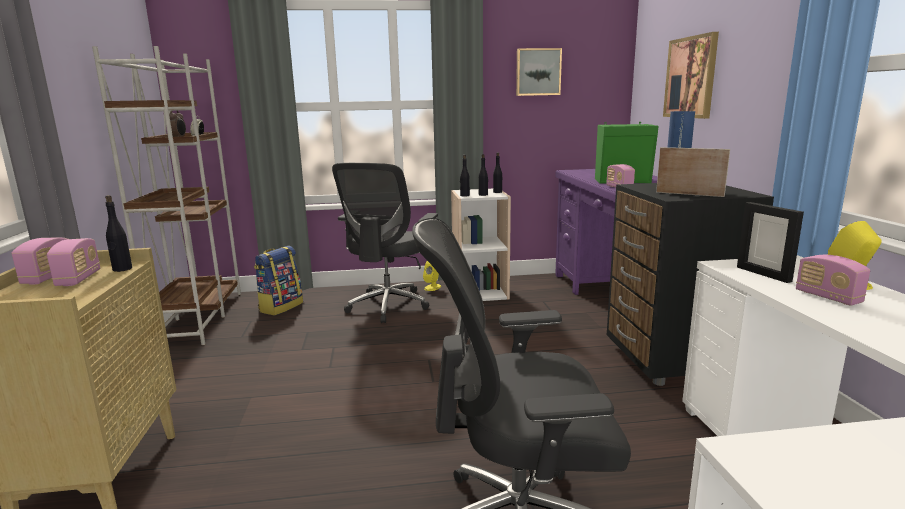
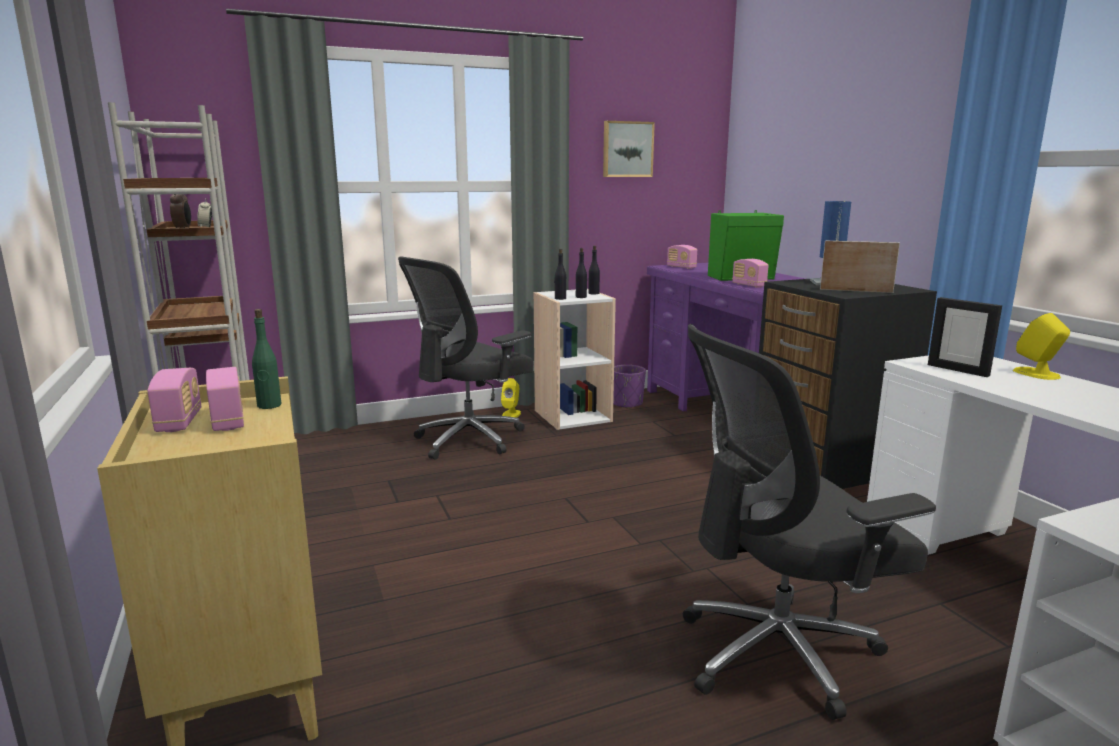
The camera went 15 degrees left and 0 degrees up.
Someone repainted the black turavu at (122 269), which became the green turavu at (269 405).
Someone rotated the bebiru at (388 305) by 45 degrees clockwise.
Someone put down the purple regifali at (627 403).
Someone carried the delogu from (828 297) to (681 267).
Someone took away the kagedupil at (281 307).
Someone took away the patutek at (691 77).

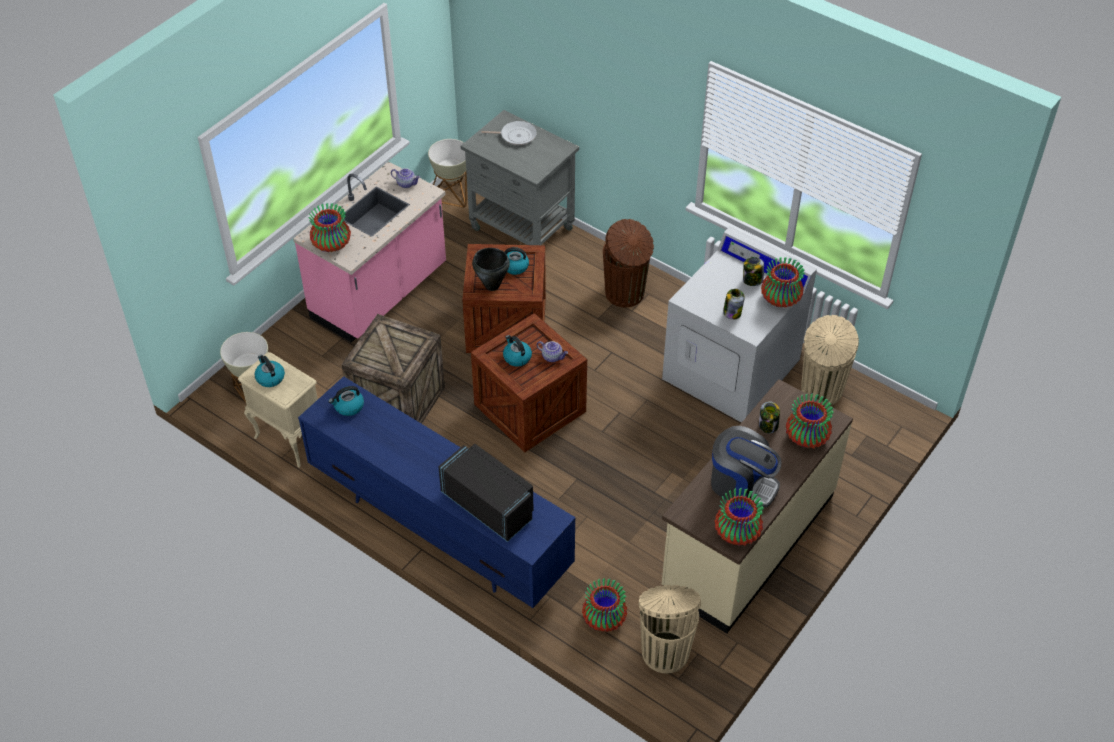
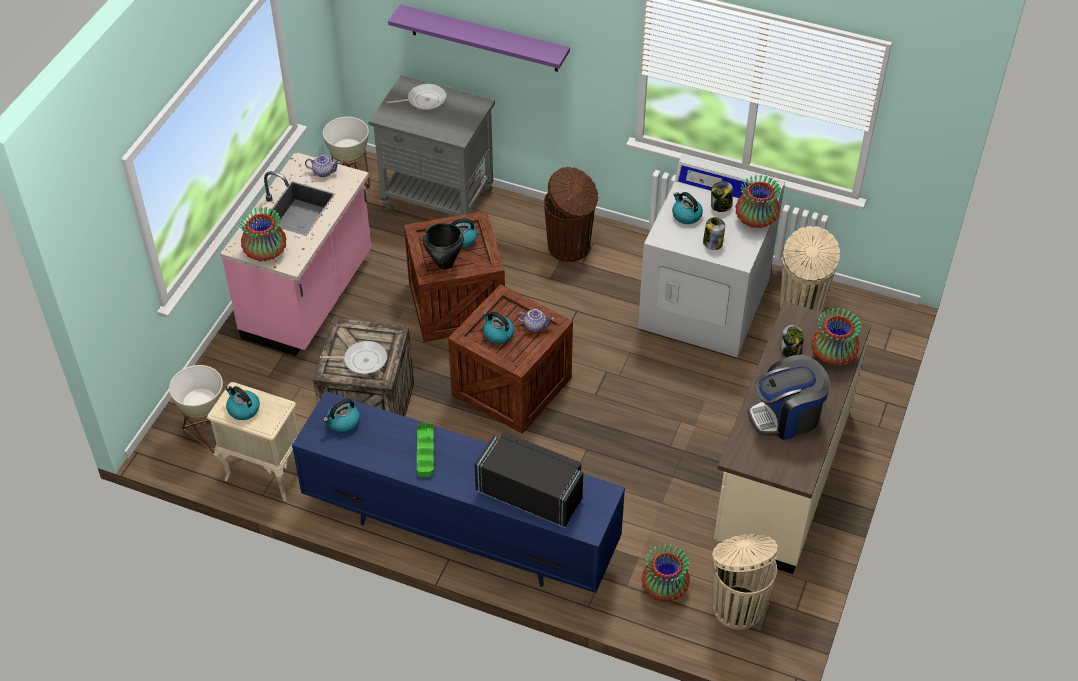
The camera went 15 degrees left and 0 degrees up.
Someone put down the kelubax at (362 360).
Someone put up the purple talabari at (484 38).
Someone put down the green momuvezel at (425 452).
Someone put down the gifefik at (686 215).
Someone rotated the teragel at (742 484) by 150 degrees clockwise.
Someone took away the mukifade at (737 532).

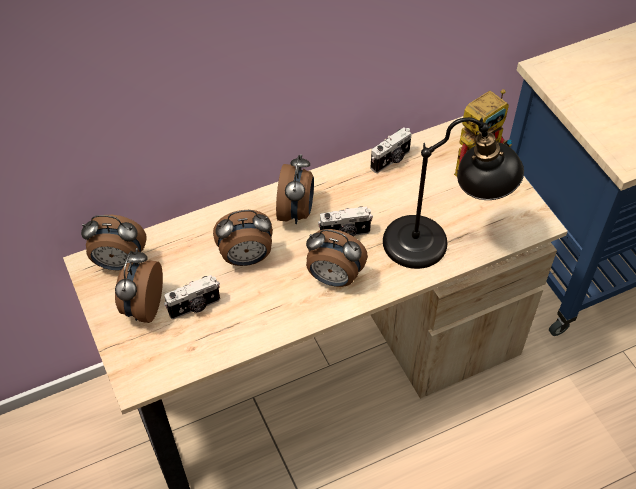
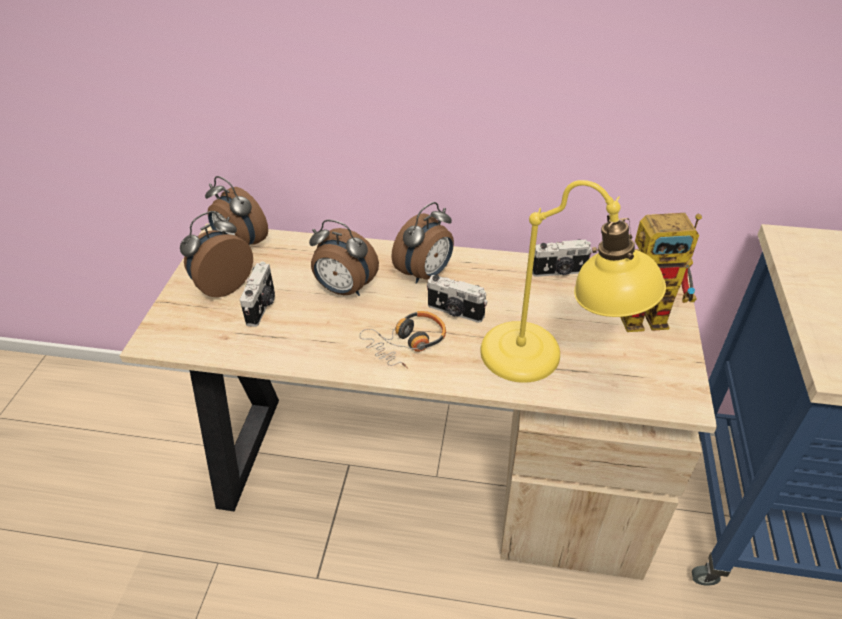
The camera went 35 degrees right and 10 degrees down.
Someone rotated the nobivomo at (195 307) by 90 degrees counterclockwise.
Someone swapped the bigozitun at (333 278) for the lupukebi at (407 344).
Someone repainted the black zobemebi at (443 237), which became the yellow zobemebi at (555 362).

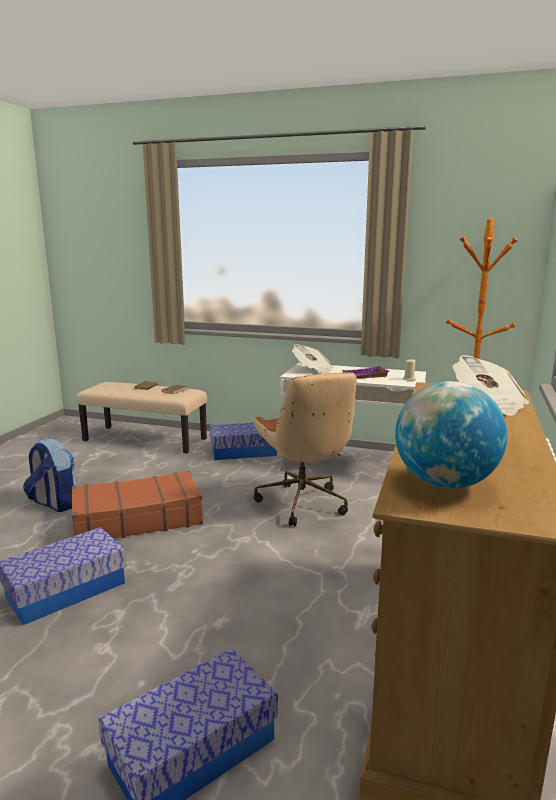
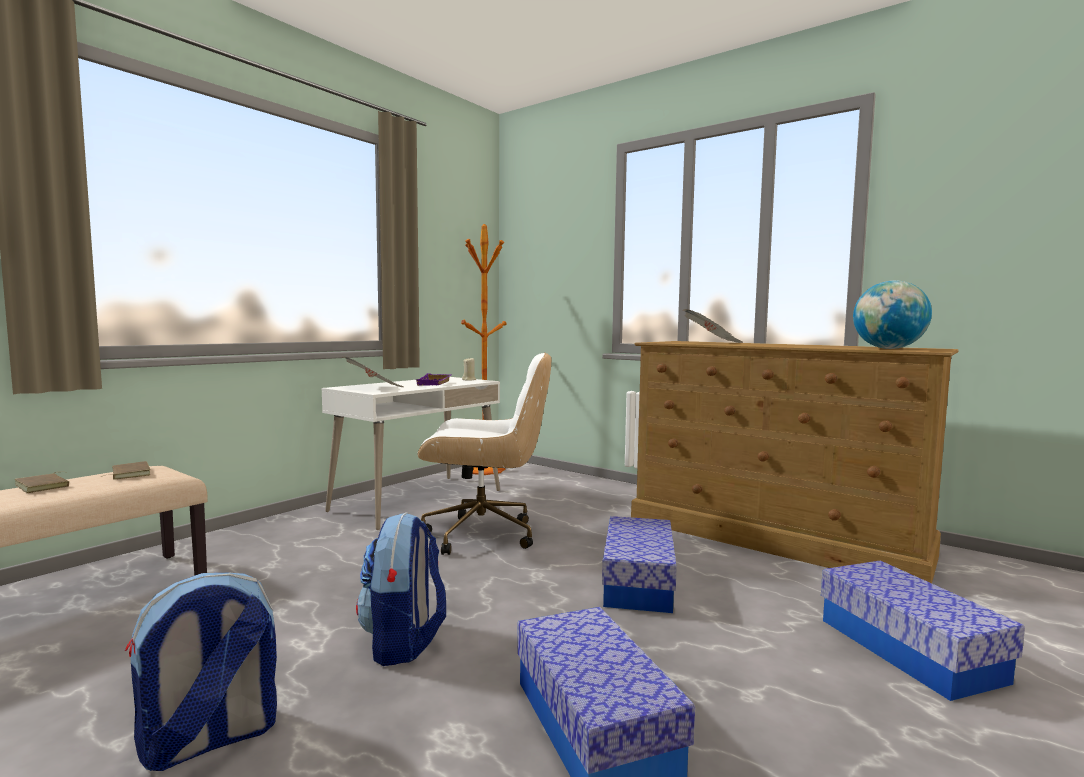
The camera went 70 degrees left and 10 degrees down.
Someone swapped the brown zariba at (137 519) for the kagedupil at (404 642).
Someone repainted the brown bebiru at (302 505), which became the white bebiru at (485 535).
Someone carried the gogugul from (243 452) to (638 582).

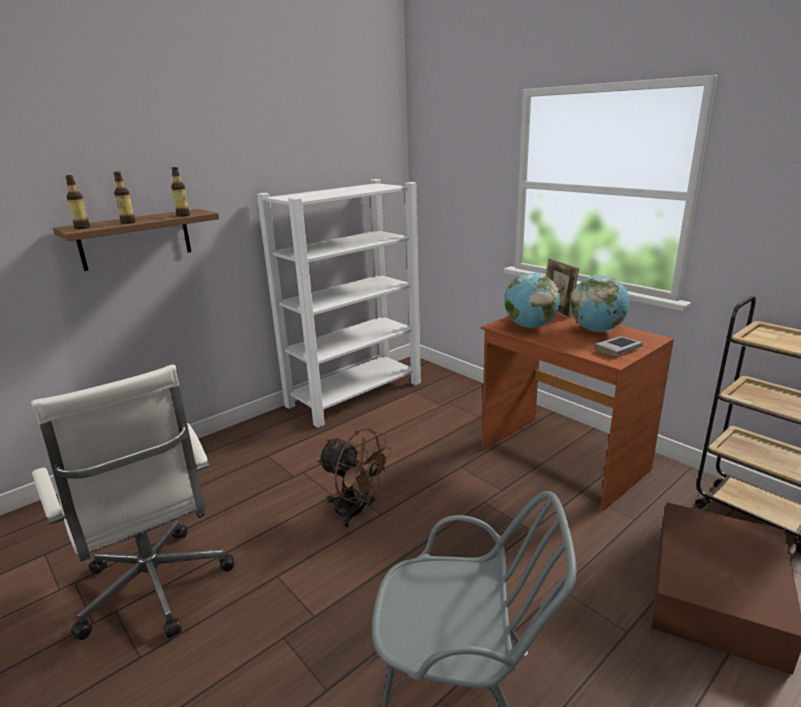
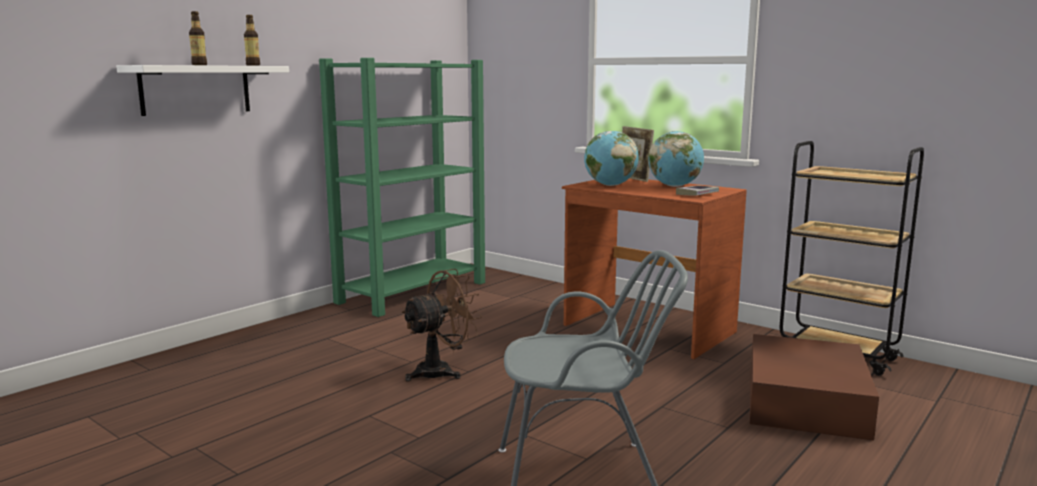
The camera went 10 degrees left and 10 degrees down.
Someone repainted the brown talabari at (135 239), which became the white talabari at (196 89).
Someone repainted the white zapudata at (355 394), which became the green zapudata at (412 292).
Someone rotated the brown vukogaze at (356 512) by 60 degrees counterclockwise.
Someone took away the white bebiru at (157 591).
Someone took away the turavu at (82 228).

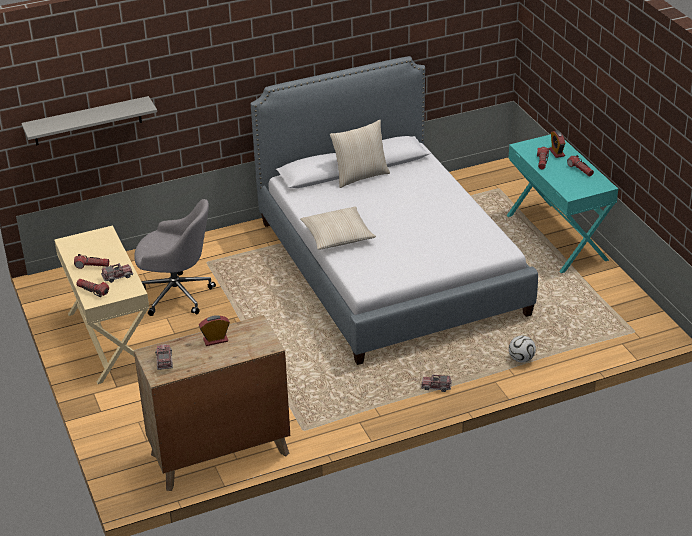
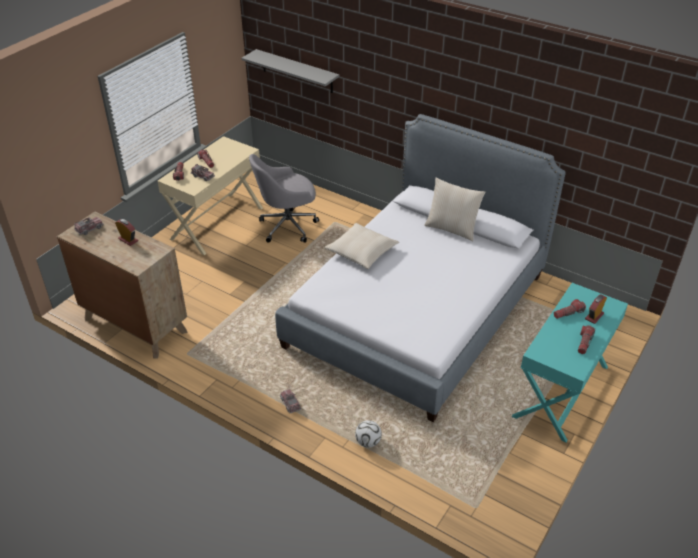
The camera went 55 degrees right and 5 degrees up.
Someone rotated the grey bebiru at (177 295) by 90 degrees clockwise.

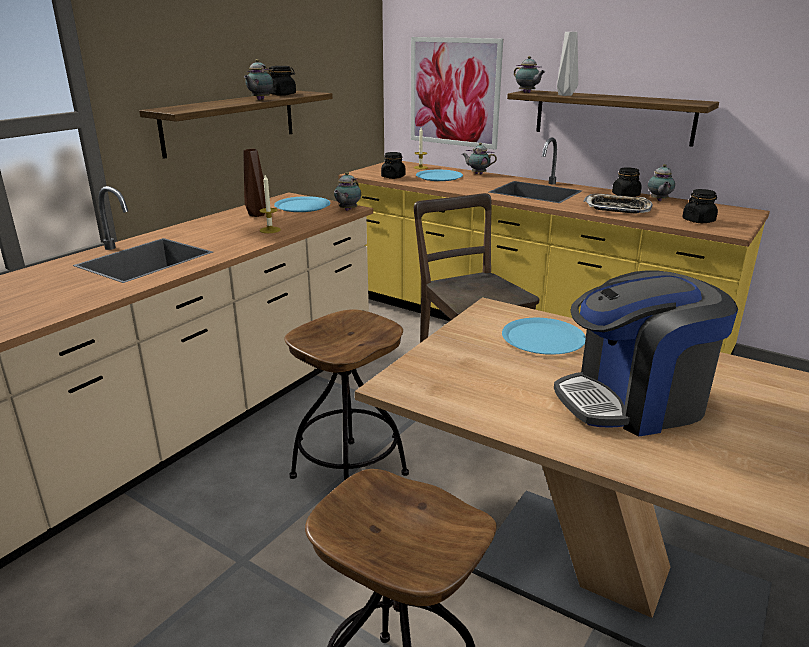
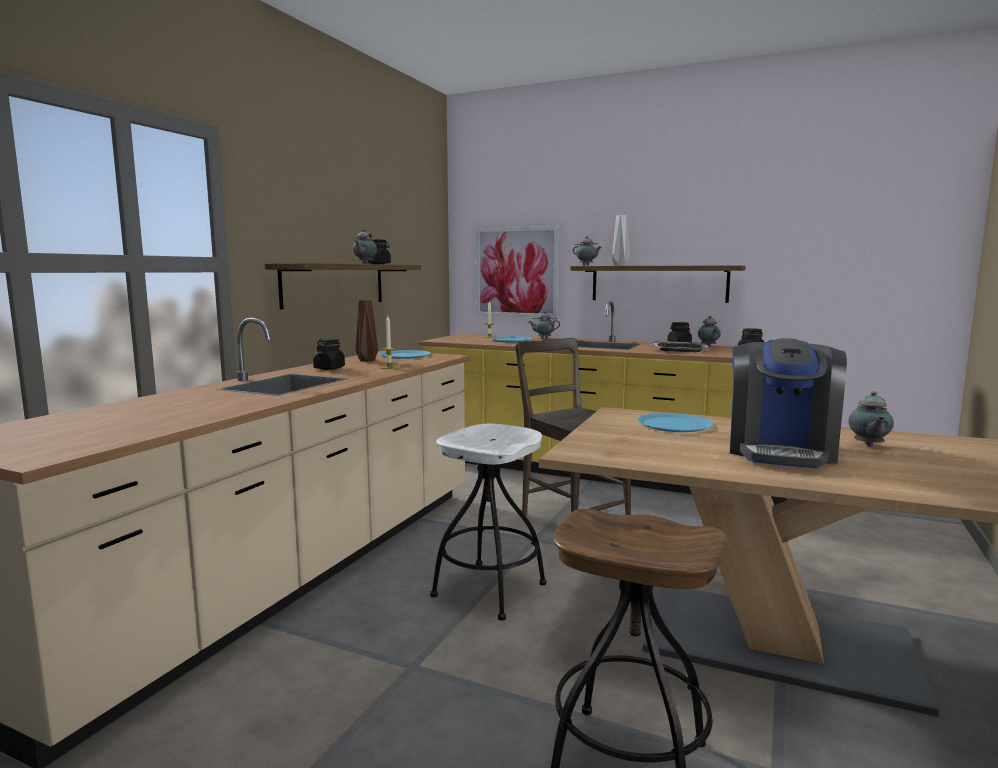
The camera went 10 degrees left and 15 degrees down.
Someone carried the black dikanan from (393 177) to (329 368).
Someone repainted the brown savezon at (350 474), which became the white savezon at (489 589).
Someone rotated the teragel at (633 401) by 45 degrees counterclockwise.
Someone carried the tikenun from (347 210) to (868 446).

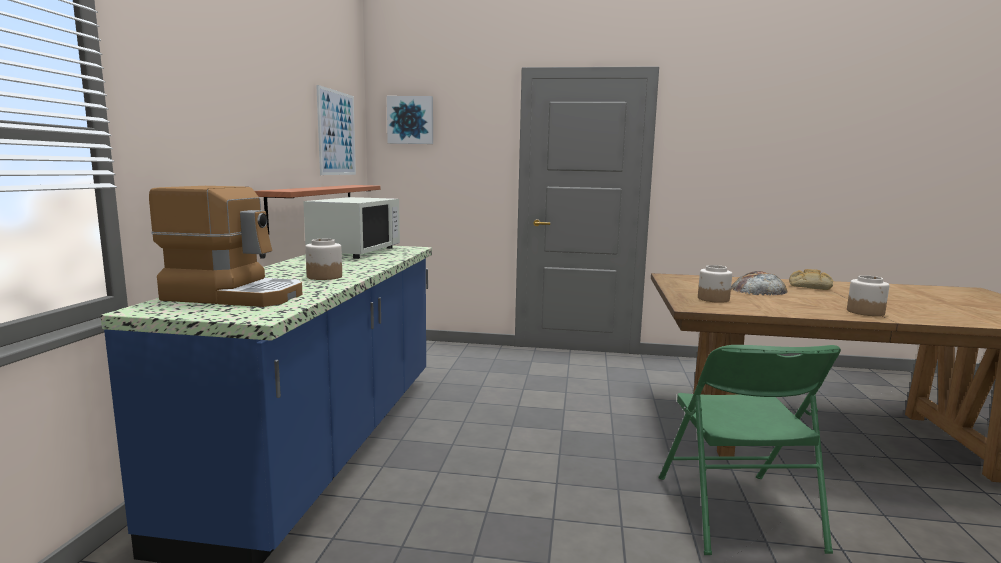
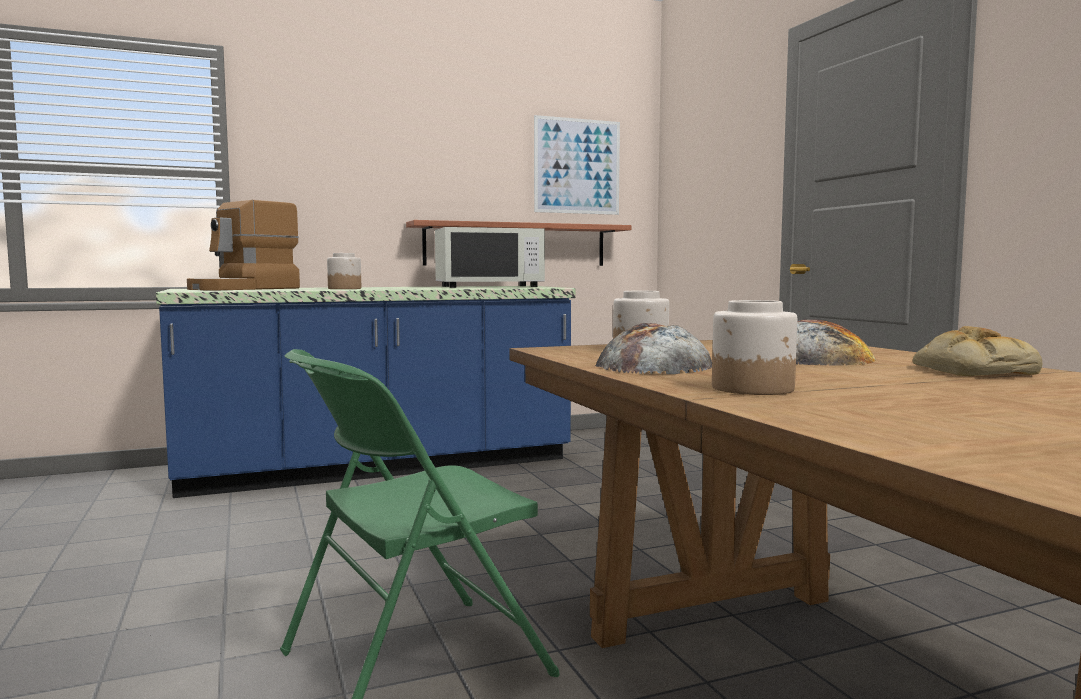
The camera went 60 degrees right and 5 degrees down.
Someone rotated the teragel at (235 296) by 60 degrees clockwise.
Someone put down the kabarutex at (654 364).
Someone took away the patutek at (410 120).

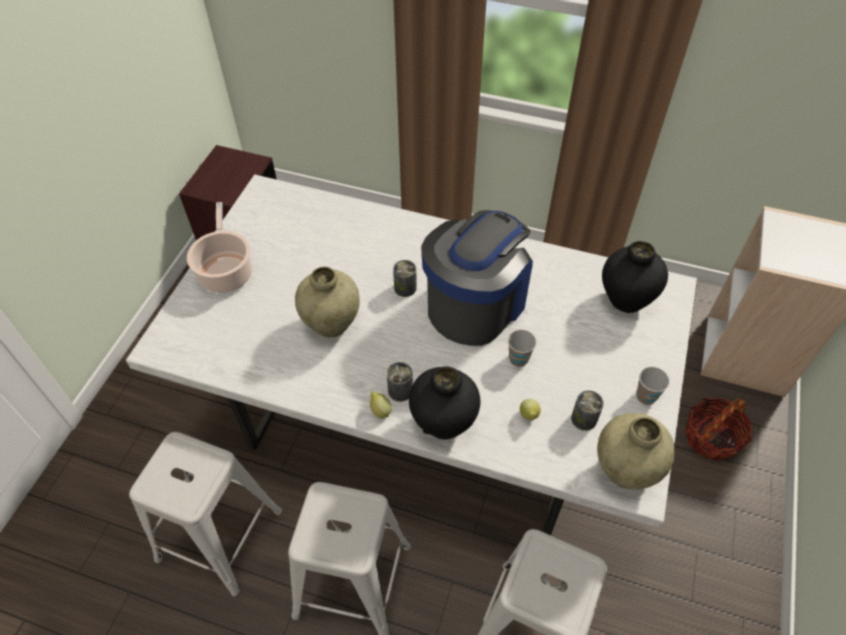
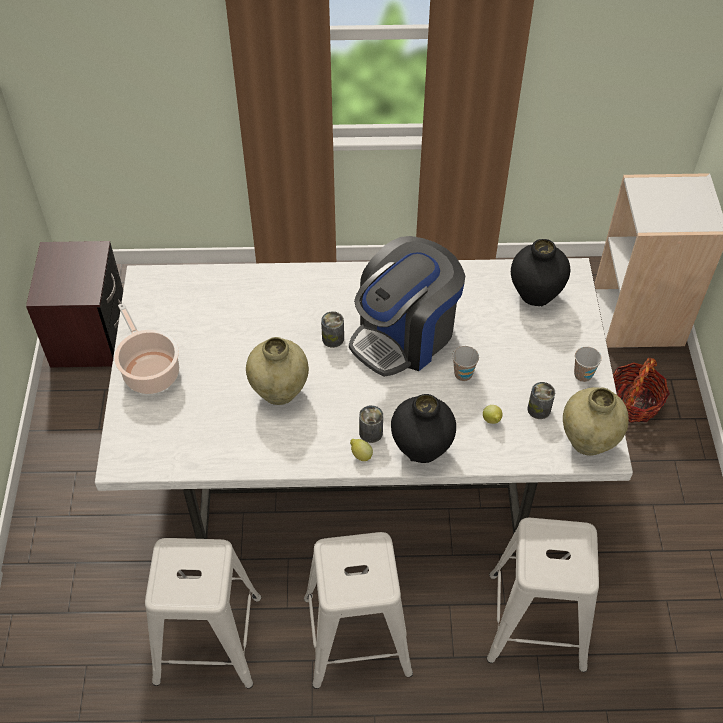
The camera went 20 degrees left and 0 degrees up.
Someone rotated the teragel at (476 304) by 150 degrees counterclockwise.

